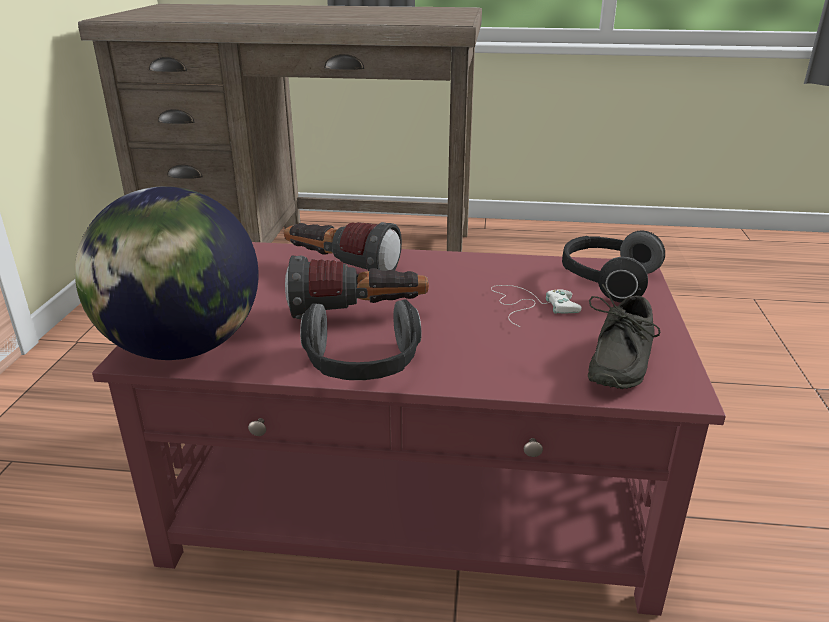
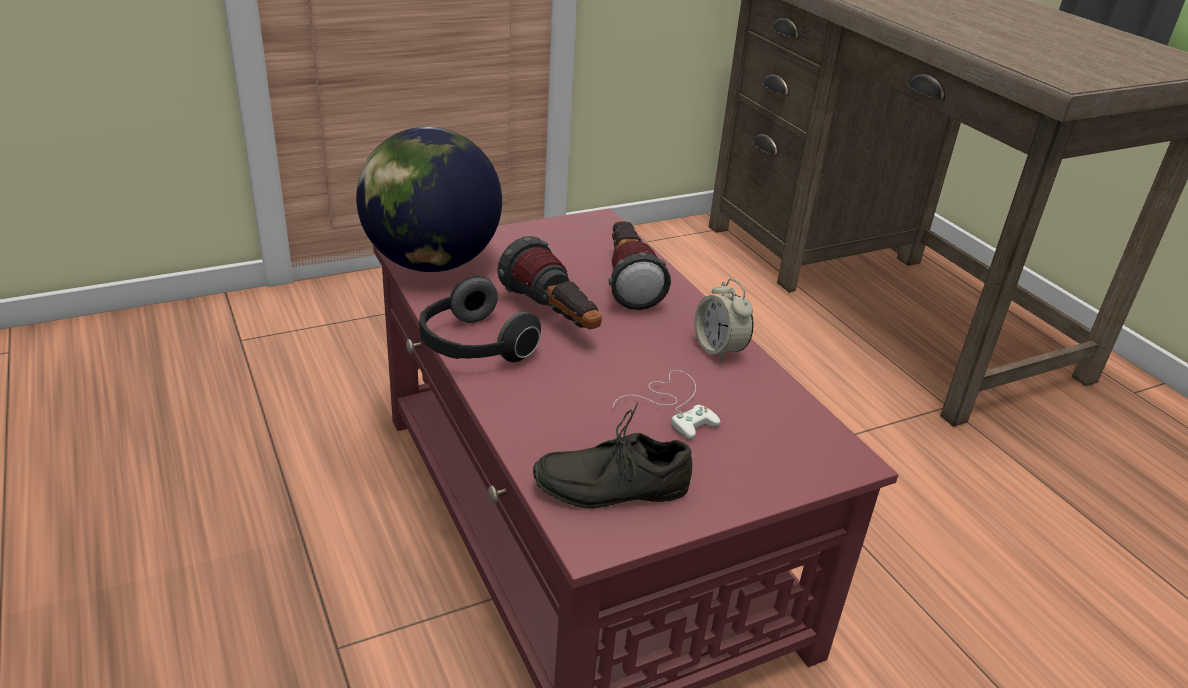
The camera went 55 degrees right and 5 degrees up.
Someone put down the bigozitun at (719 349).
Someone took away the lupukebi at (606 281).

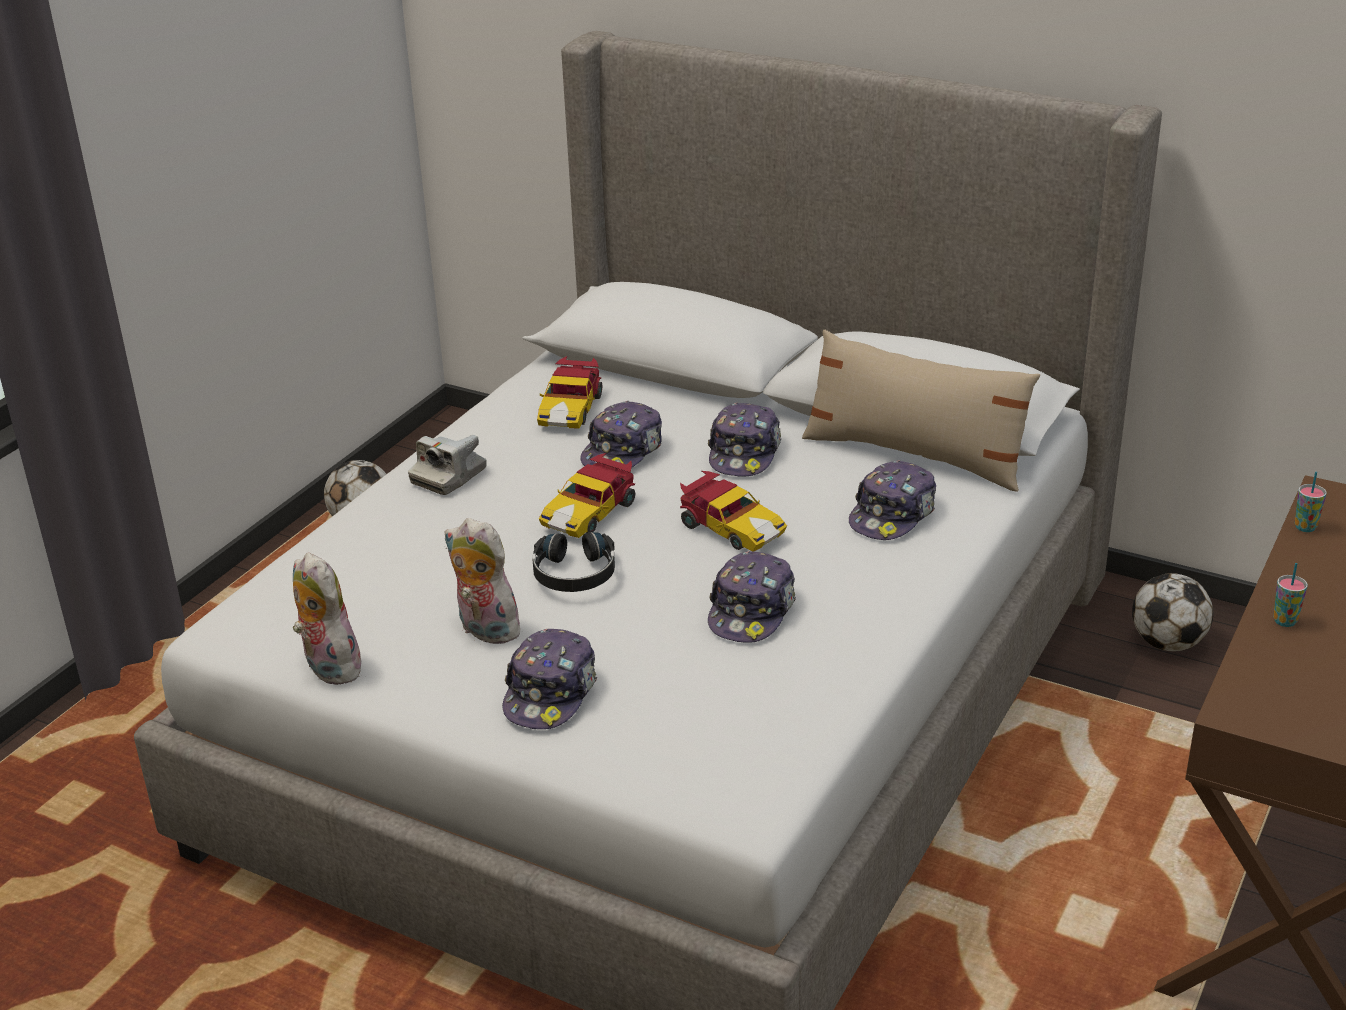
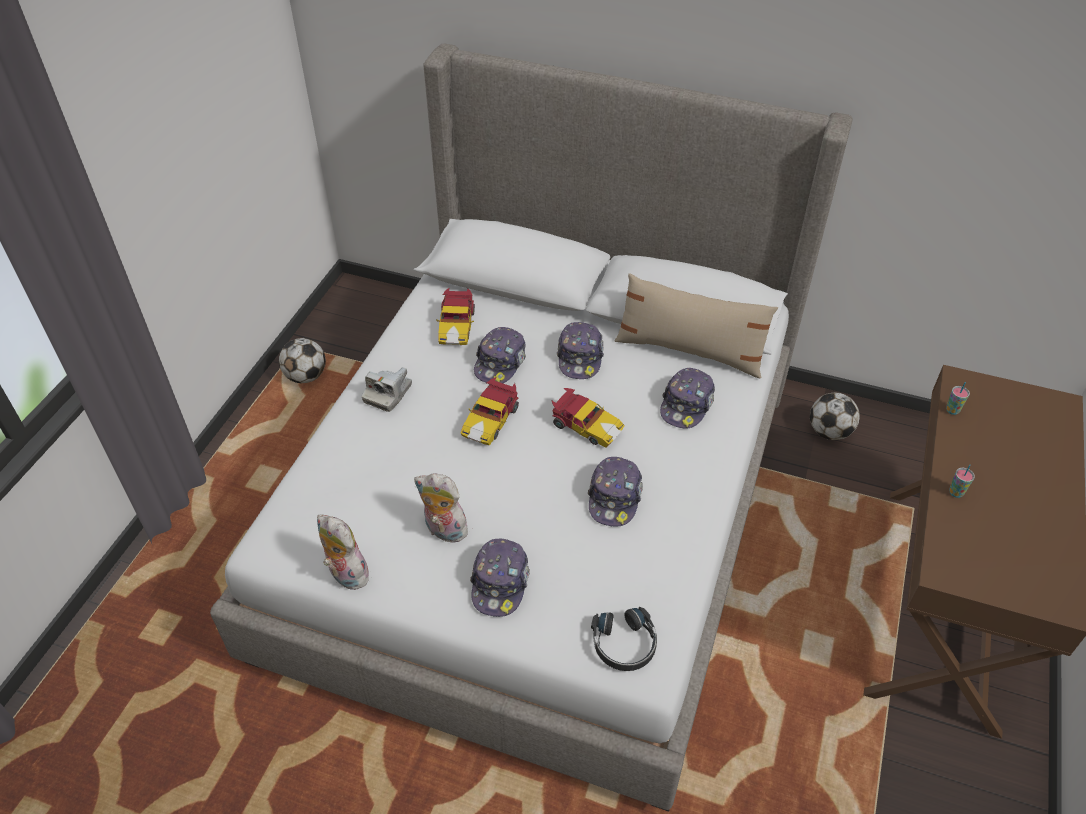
The camera went 10 degrees left and 15 degrees up.
Someone carried the black lupukebi from (574 574) to (624 645).

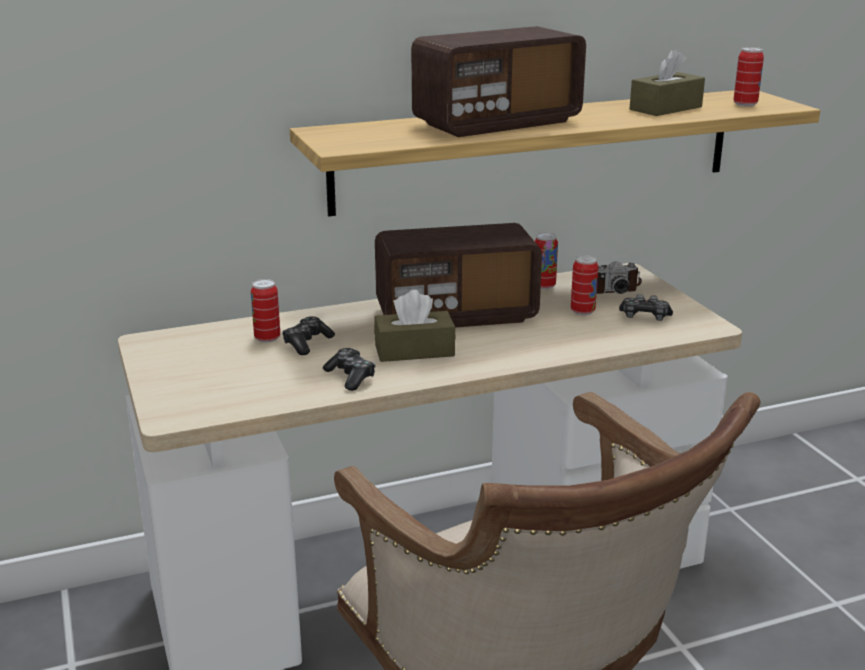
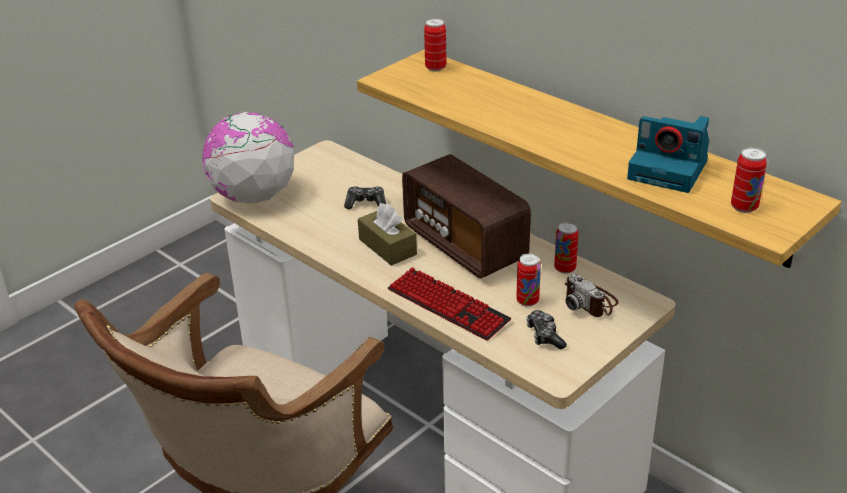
The camera went 65 degrees right and 10 degrees up.
Someone put down the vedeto at (253 197).
Someone put down the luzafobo at (447 306).
Someone carried the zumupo from (267 338) to (435 68).
Someone swapped the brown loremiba at (665 108) for the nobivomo at (669 170).
Someone took away the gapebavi at (351 377).
Someone took away the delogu at (497 123).

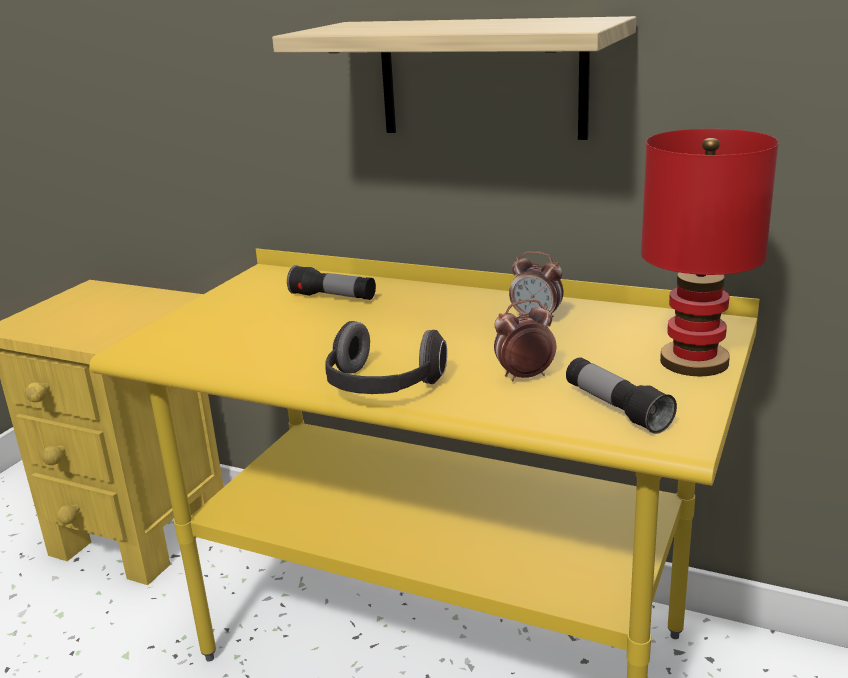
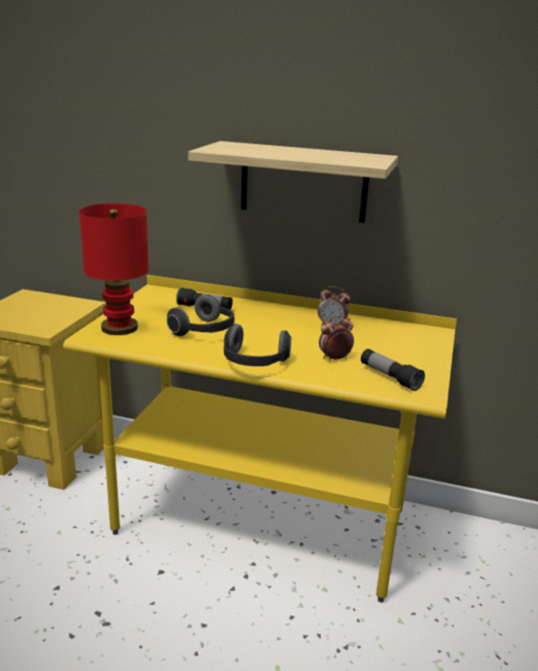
The camera went 10 degrees left and 0 degrees up.
Someone carried the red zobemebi from (692 362) to (118 328).
Someone put down the lupukebi at (204 331).

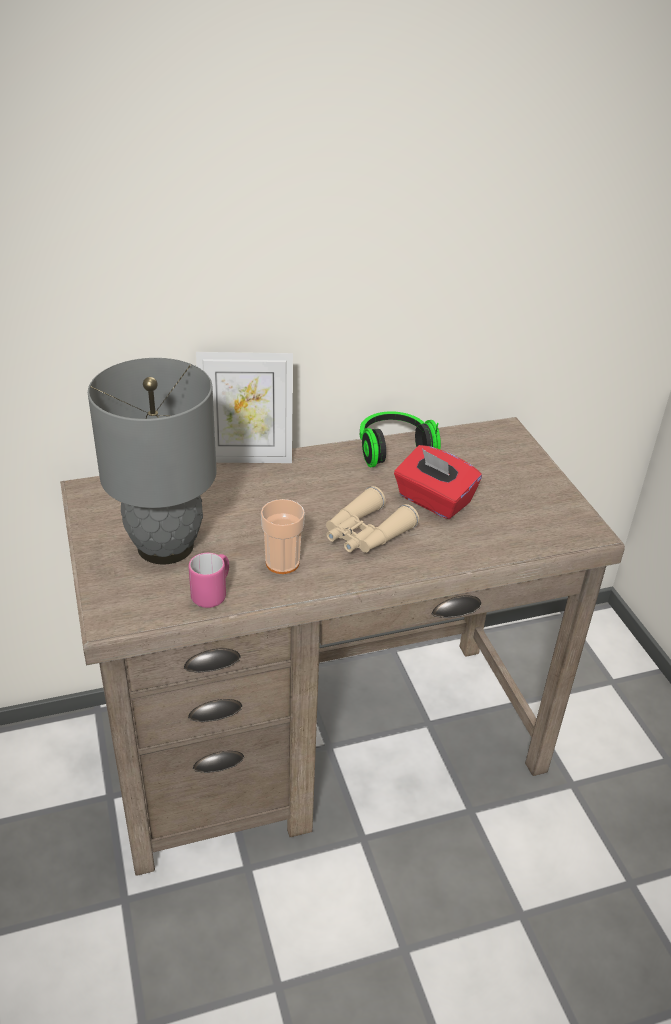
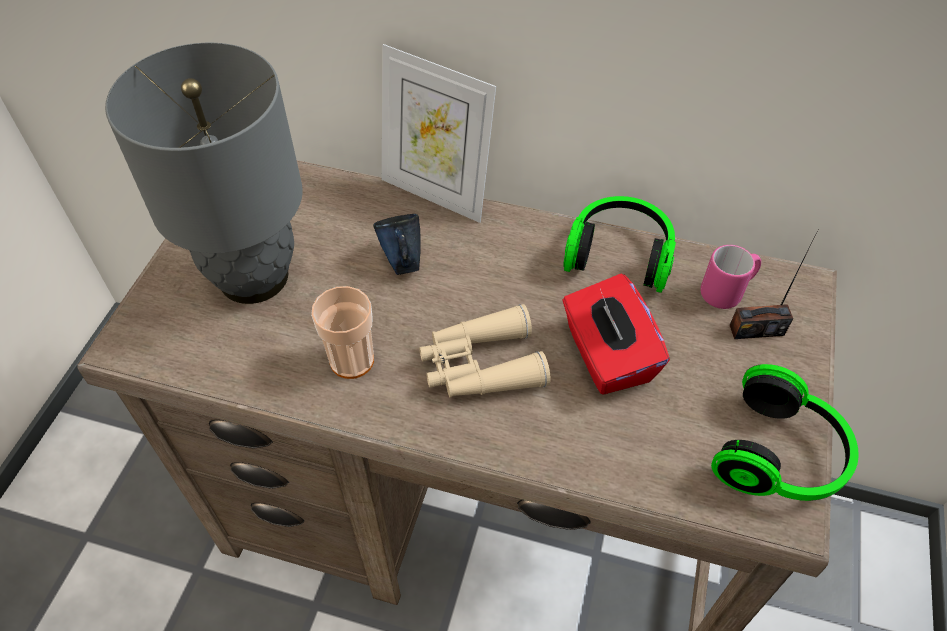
The camera went 35 degrees right and 15 degrees up.
Someone put down the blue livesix at (402 263).
Someone carried the pink livesix from (213 593) to (727 292).
Someone put down the lupukebi at (780 456).
Someone put down the delogu at (756 330).

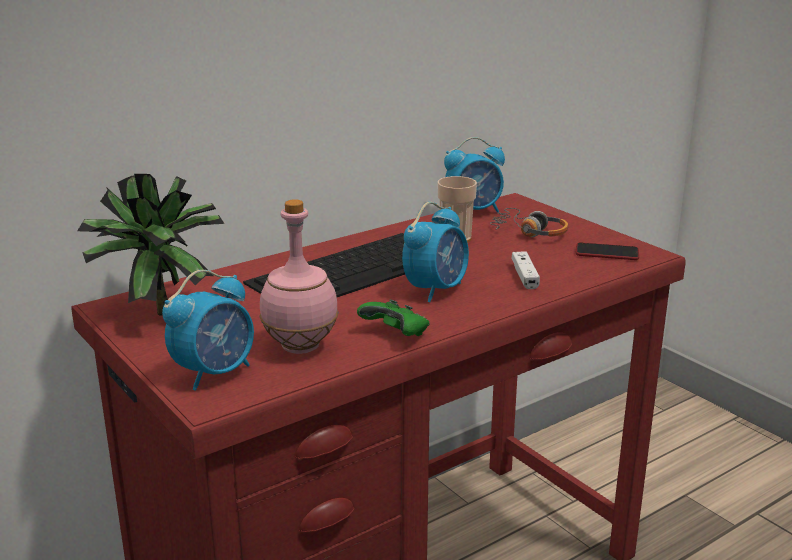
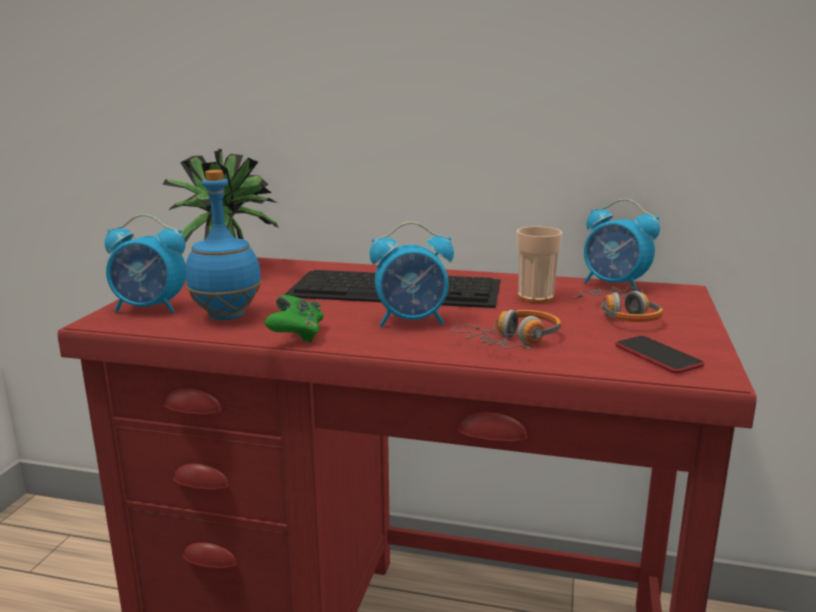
The camera went 50 degrees right and 5 degrees down.
Someone repainted the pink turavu at (300 347), which became the blue turavu at (225 316).
Someone swapped the white gapebavi at (524 276) for the lupukebi at (513 341).

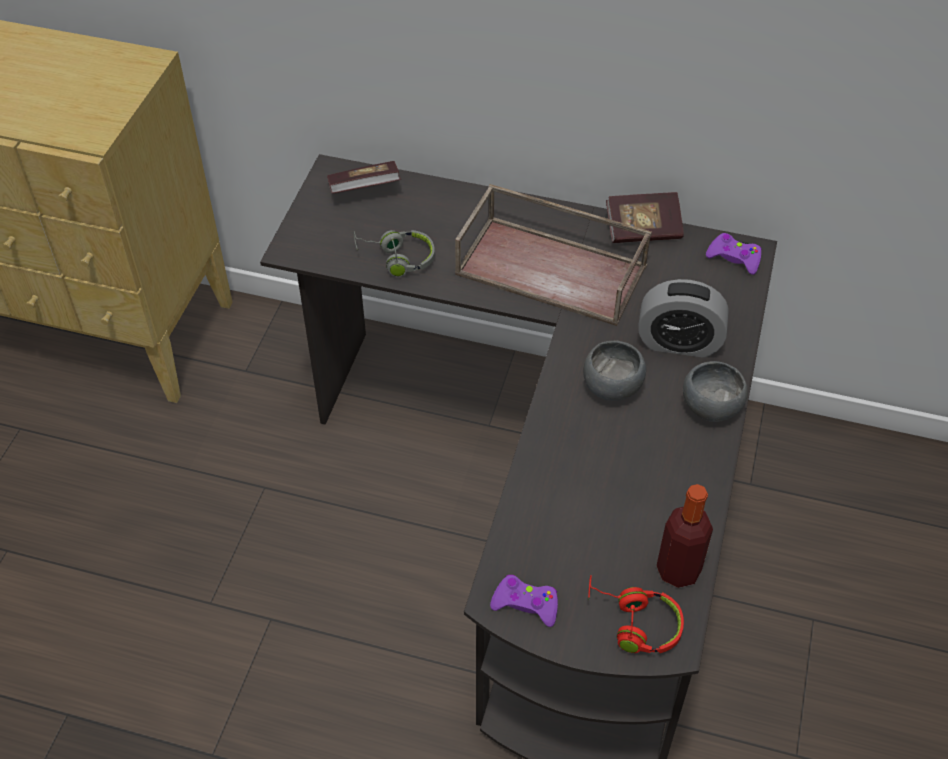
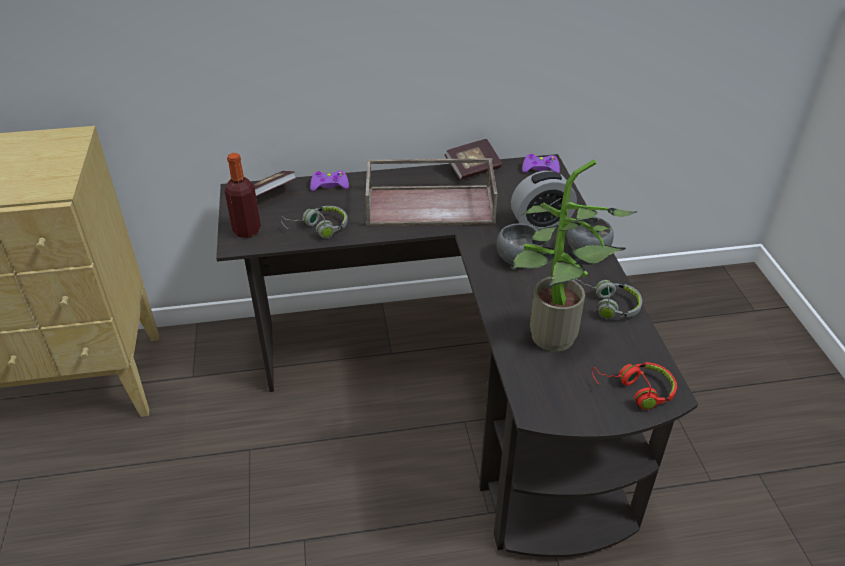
The camera went 25 degrees left and 10 degrees down.
Someone carried the turavu from (678 570) to (247 231).
Someone carried the purple gapebavi from (525 604) to (329 185).
Someone put down the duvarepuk at (550 341).
Someone put down the grey lupukebi at (606 304).

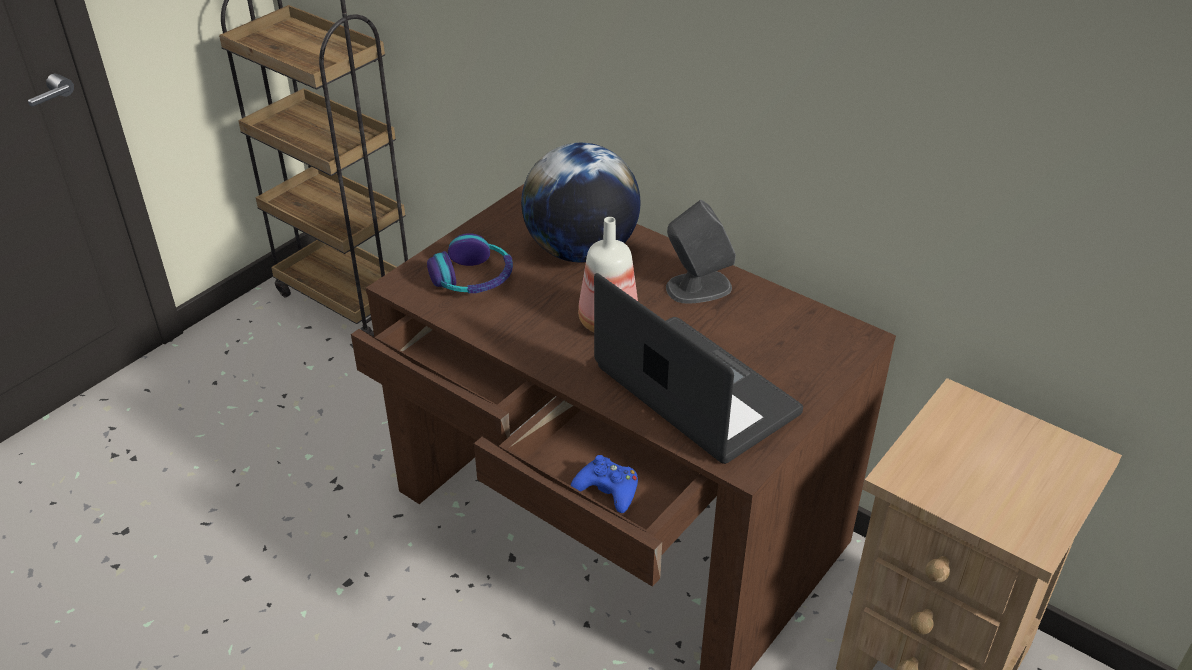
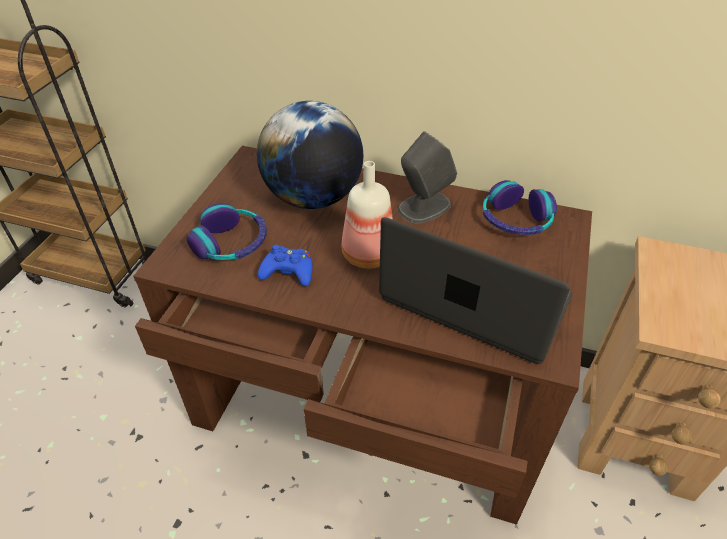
The camera went 20 degrees left and 5 degrees up.
Someone carried the blue gapebavi from (607 490) to (288 272).
Someone put down the lupukebi at (515 220).

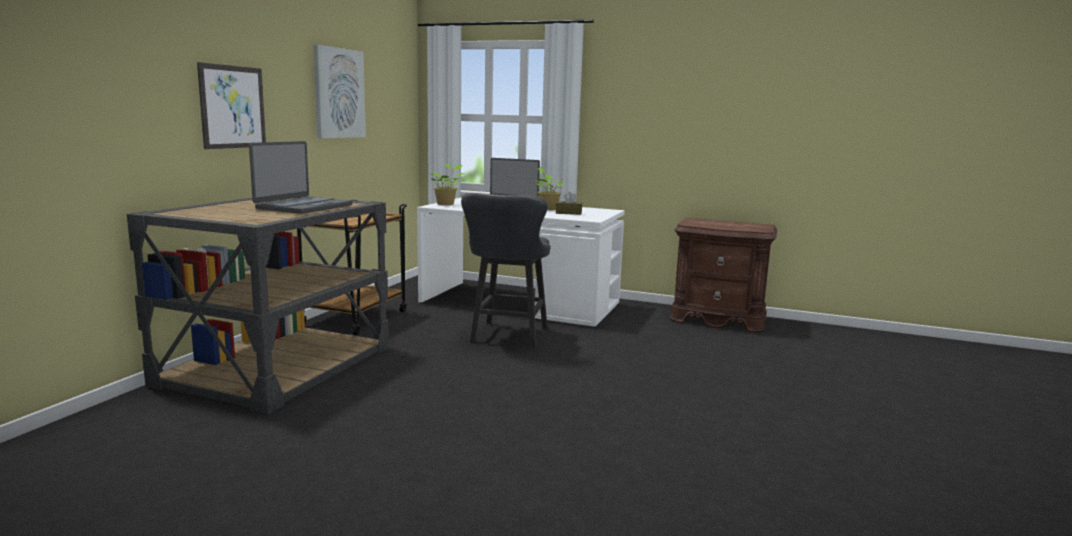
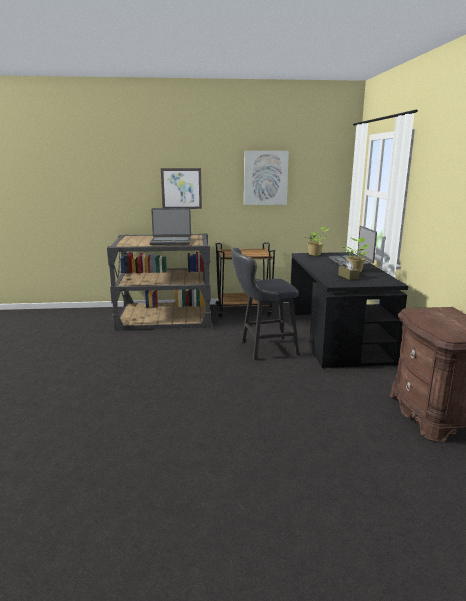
The camera went 65 degrees right and 5 degrees up.
Someone repainted the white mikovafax at (520 303), which became the black mikovafax at (336 337).

